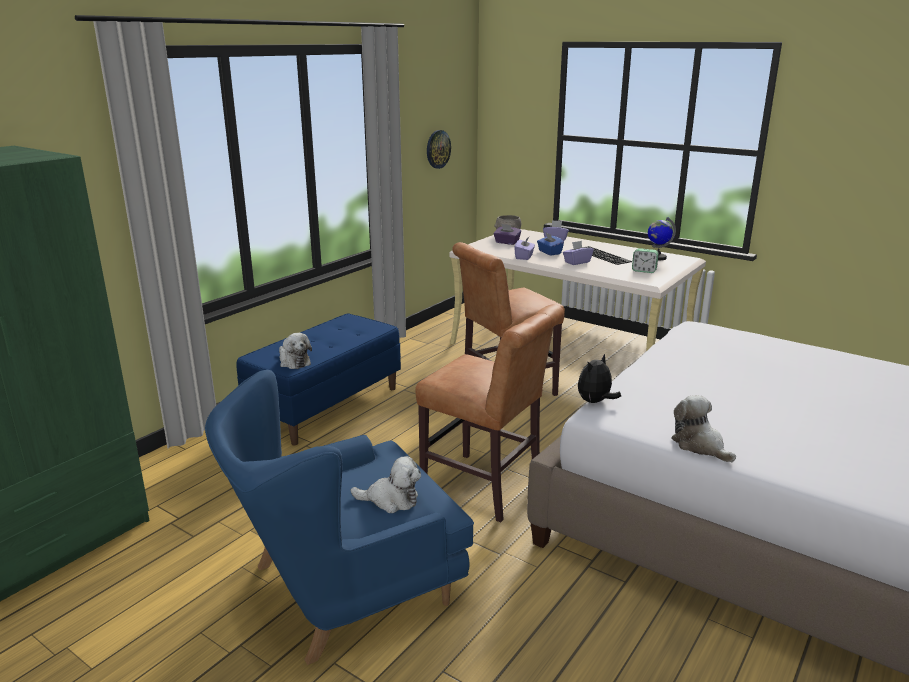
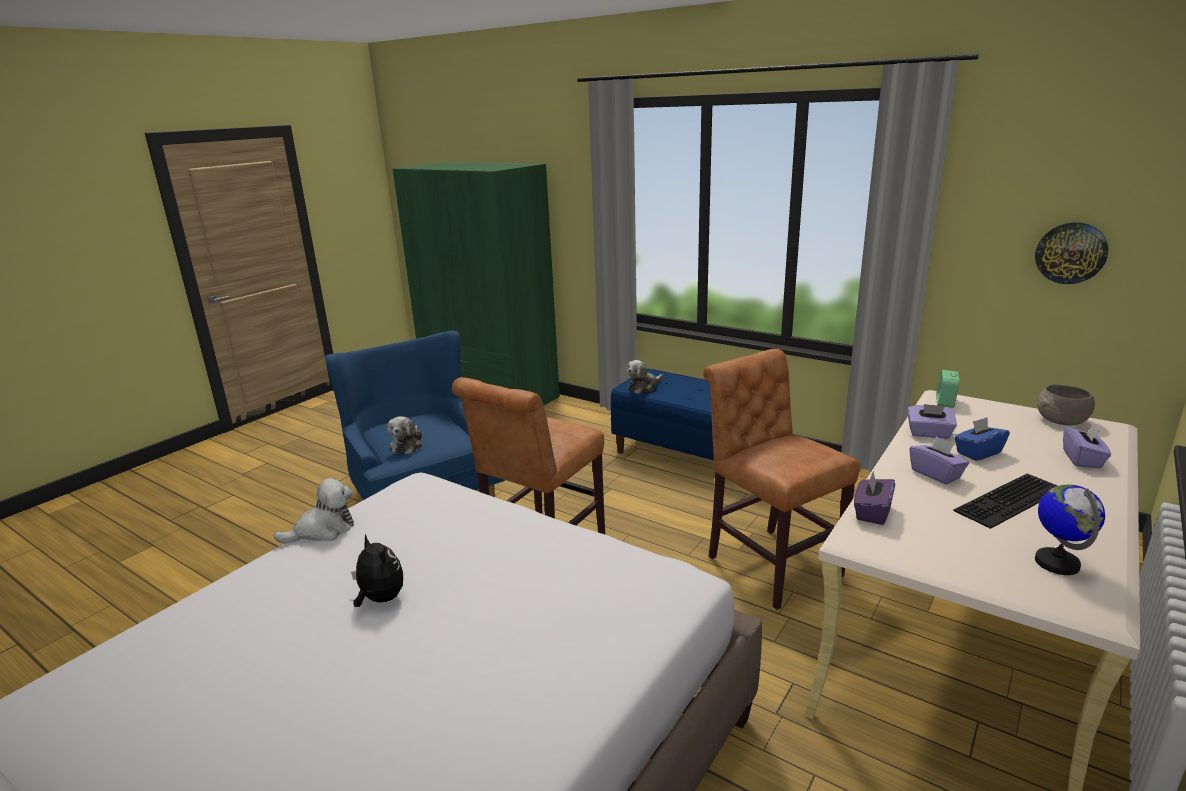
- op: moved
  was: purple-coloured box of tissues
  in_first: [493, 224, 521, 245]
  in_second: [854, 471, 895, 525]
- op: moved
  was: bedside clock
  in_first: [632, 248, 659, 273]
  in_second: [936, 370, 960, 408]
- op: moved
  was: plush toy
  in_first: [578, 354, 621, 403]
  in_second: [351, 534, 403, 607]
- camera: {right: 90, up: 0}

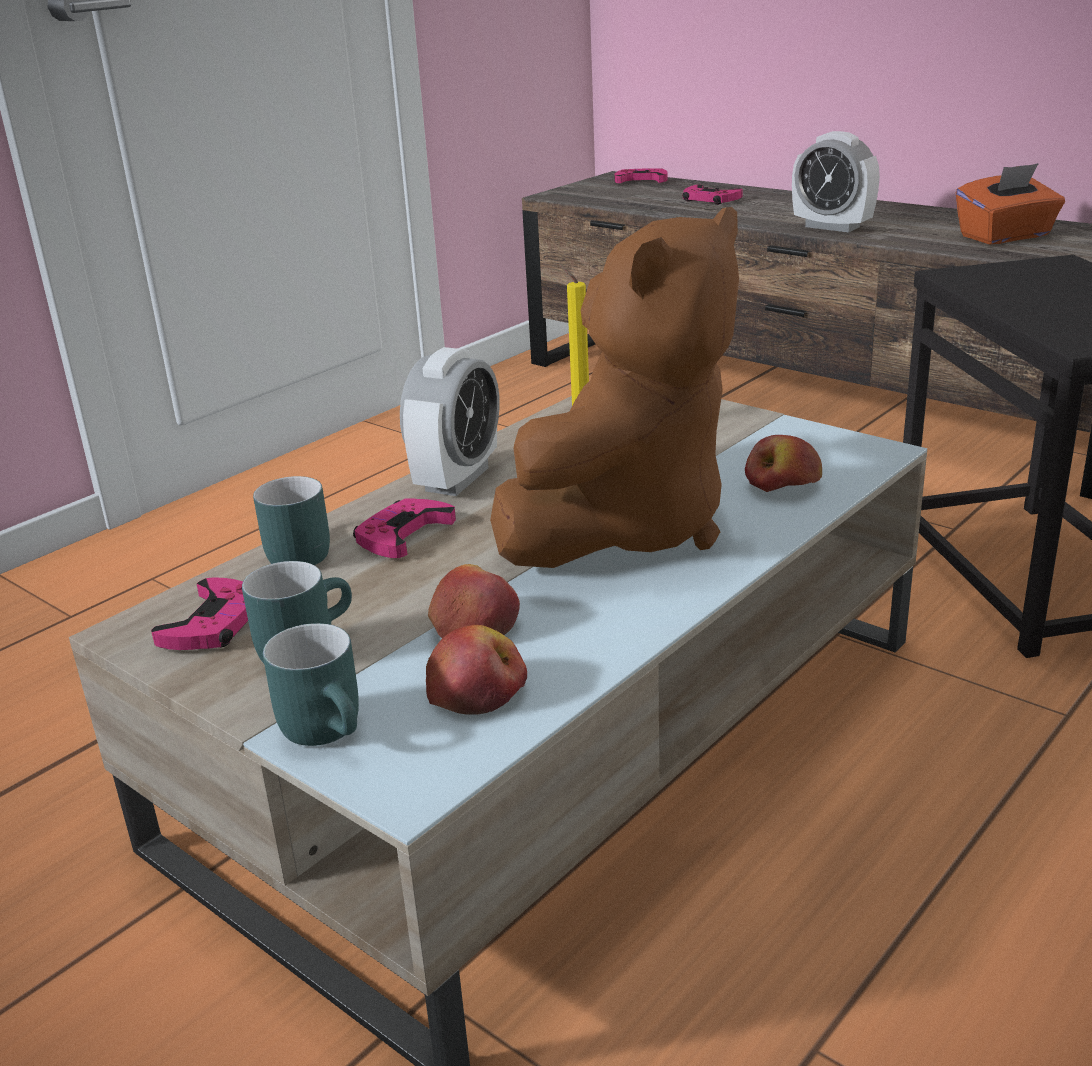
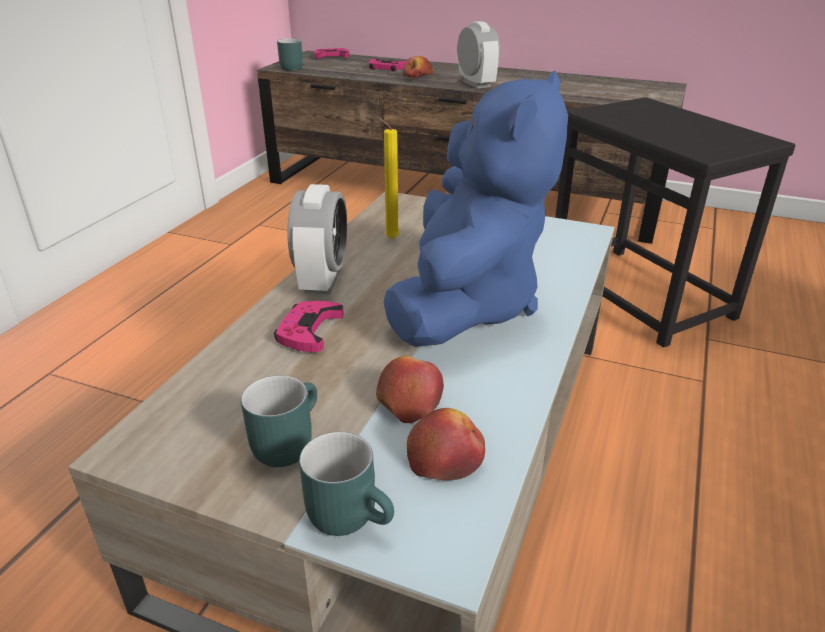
- op: turned
  was: bedside clock
  in_first: [792, 131, 880, 232]
  in_second: [457, 21, 500, 89]
  clockwise: -135
- op: removed
  was: orange box of tissues
  in_first: [956, 163, 1065, 244]
- op: recoloured
  was: brown-coloured plush toy
  now: bluish plush toy
  in_first: [490, 207, 739, 568]
  in_second: [383, 71, 568, 347]
- op: moved
  was: apple fruit
  in_first: [745, 435, 822, 492]
  in_second: [403, 56, 433, 79]
- op: moved
  was: turquoise-coloured tea mug
  in_first: [253, 476, 330, 565]
  in_second: [277, 38, 303, 71]
- op: removed
  was: pinkish gamepad
  in_first: [151, 577, 248, 650]
- camera: {right: -20, up: 5}

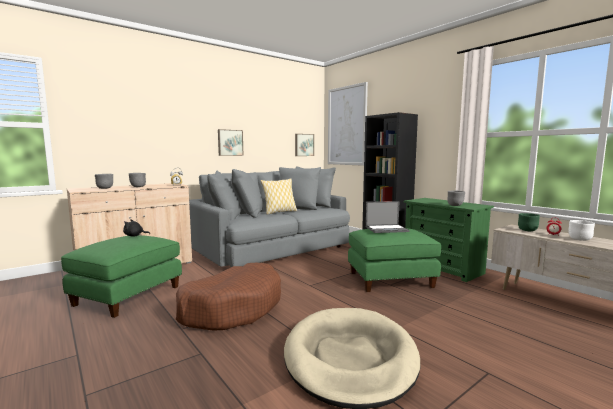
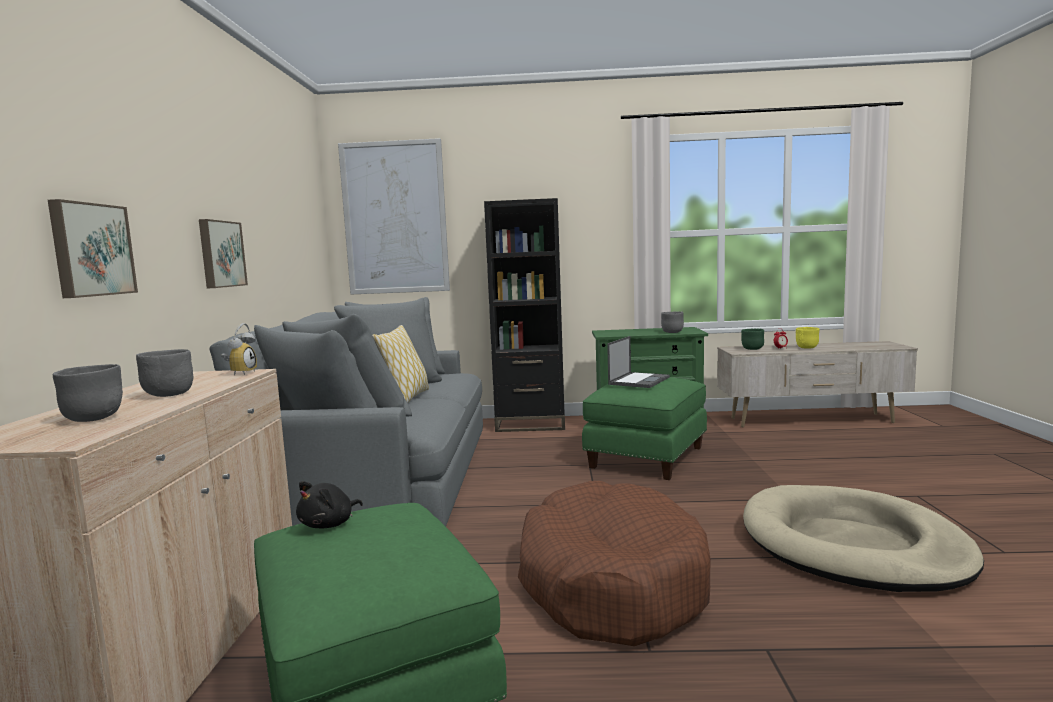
- op: moved
  was: wall picture
  in_first: [295, 134, 314, 156]
  in_second: [48, 199, 138, 298]
- op: recoloured
  was: white-coloured deep dish
  now: yellowish deep dish
  in_first: [569, 220, 595, 241]
  in_second: [796, 327, 819, 348]
- camera: {right: -50, up: 0}

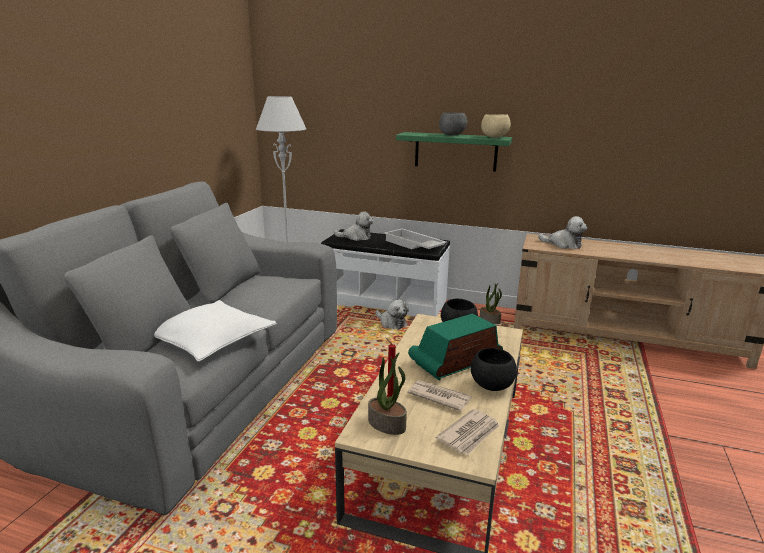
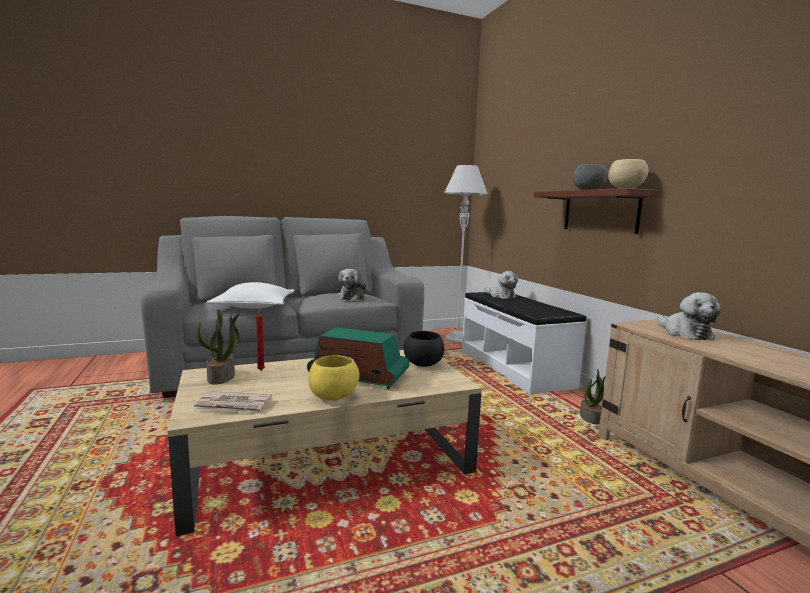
- op: recoloured
  was: greenish shelf
  now: brown-coloured shelf
  in_first: [396, 132, 512, 172]
  in_second: [534, 188, 658, 234]
- op: removed
  was: white-coloured serving tray
  in_first: [384, 229, 447, 249]
- op: moved
  was: plush toy
  in_first: [376, 299, 409, 329]
  in_second: [337, 269, 366, 301]
- op: recoloured
  was: black deep dish
  now: yellowish deep dish
  in_first: [471, 348, 517, 391]
  in_second: [308, 355, 360, 400]
- op: removed
  was: printed paper
  in_first: [407, 380, 472, 411]
- camera: {right: 50, up: -10}

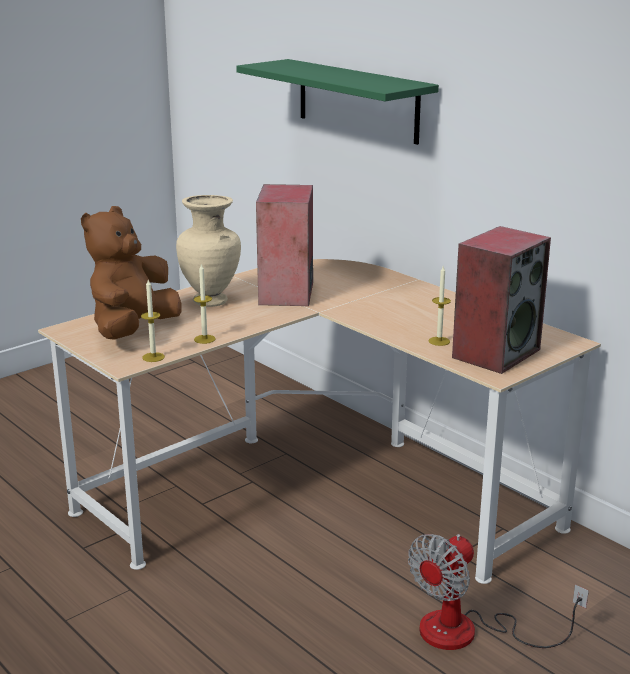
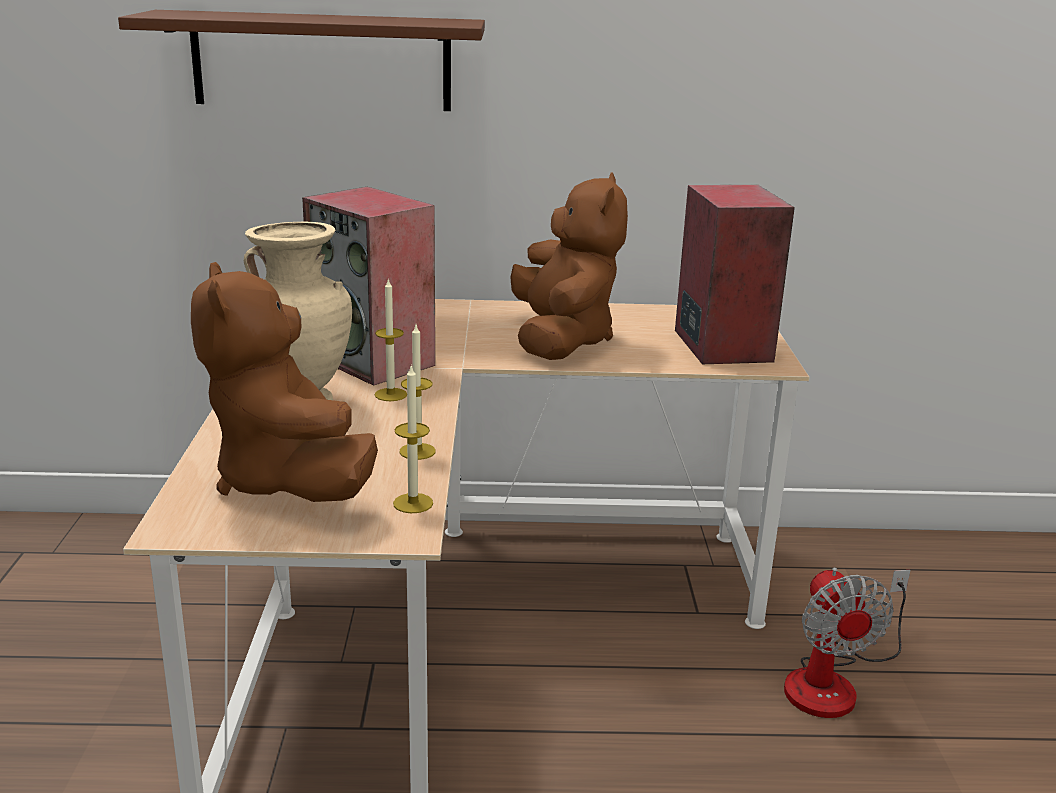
- op: recoloured
  was: greenish shelf
  now: brown-coloured shelf
  in_first: [236, 59, 439, 145]
  in_second: [118, 10, 485, 111]
- op: moved
  was: wax light
  in_first: [429, 266, 451, 346]
  in_second: [375, 278, 407, 401]
- op: added
  now: brown-coloured plush toy
  in_second: [510, 172, 628, 360]
- camera: {right: -50, up: 0}

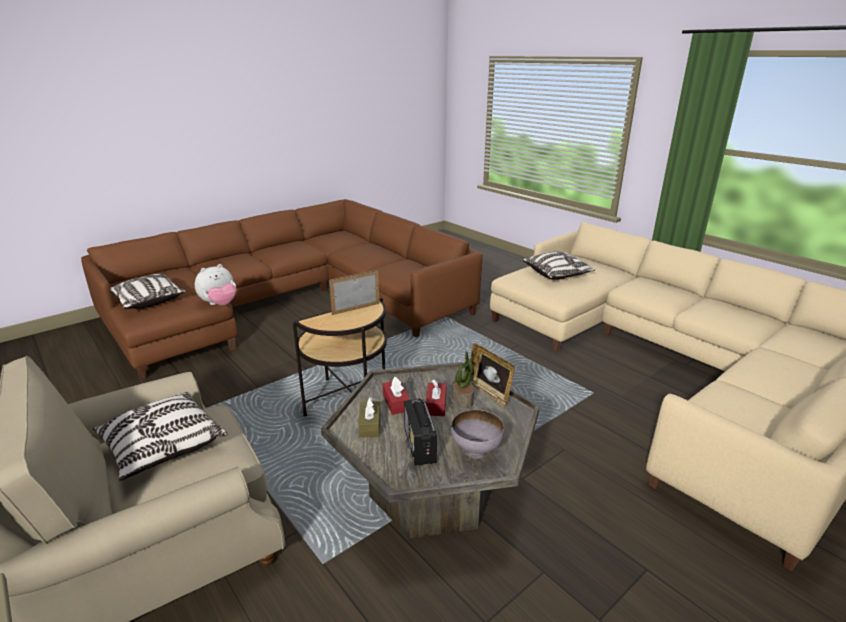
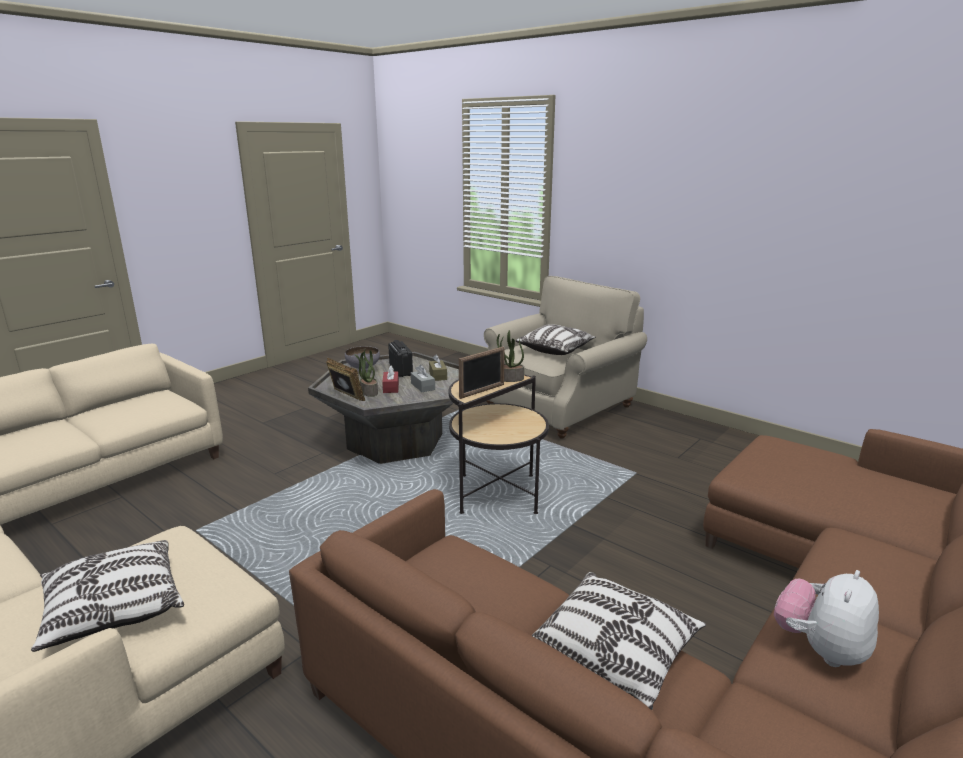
- op: moved
  was: plush toy
  in_first: [195, 264, 237, 305]
  in_second: [774, 570, 879, 667]
- op: moved
  was: pillow
  in_first: [111, 274, 186, 309]
  in_second: [531, 572, 706, 710]
- op: recoloured
  was: red box of tissues
  now: grey box of tissues
  in_first: [383, 377, 410, 415]
  in_second: [411, 365, 435, 392]
- op: added
  now: plant in a pot
  in_second: [497, 330, 524, 382]
- camera: {right: 170, up: -5}

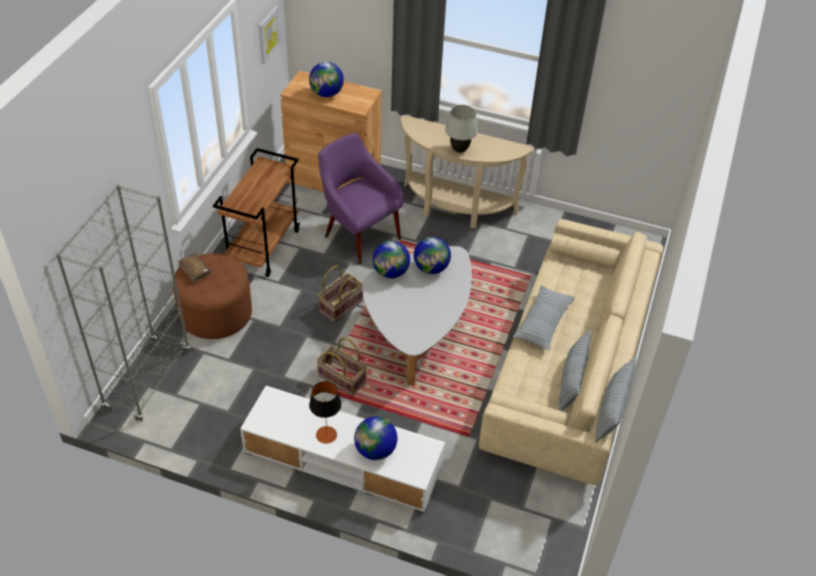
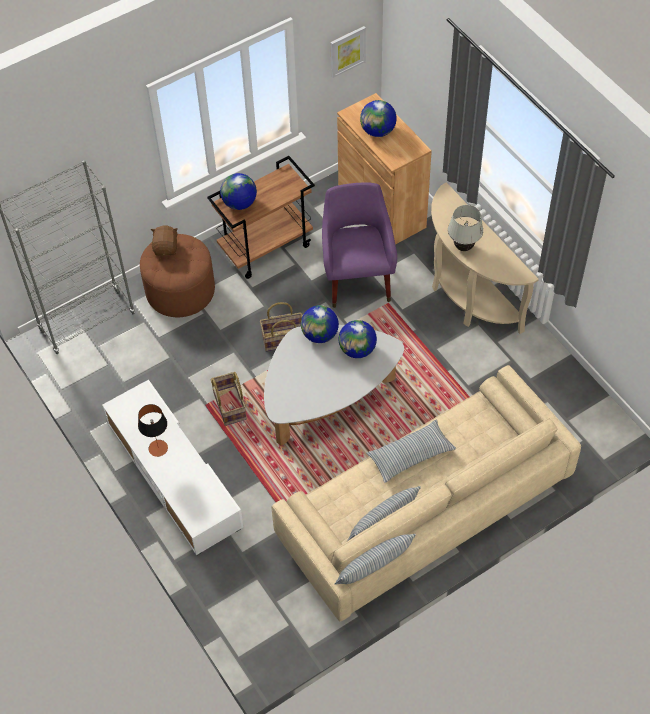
- op: replaced
  was: brown-coloured bound book
  now: brown-coloured plush toy
  in_first: [178, 253, 211, 284]
  in_second: [151, 225, 178, 256]
- op: moved
  was: world globe
  in_first: [354, 416, 397, 460]
  in_second: [220, 173, 257, 210]
- camera: {right: 40, up: 10}

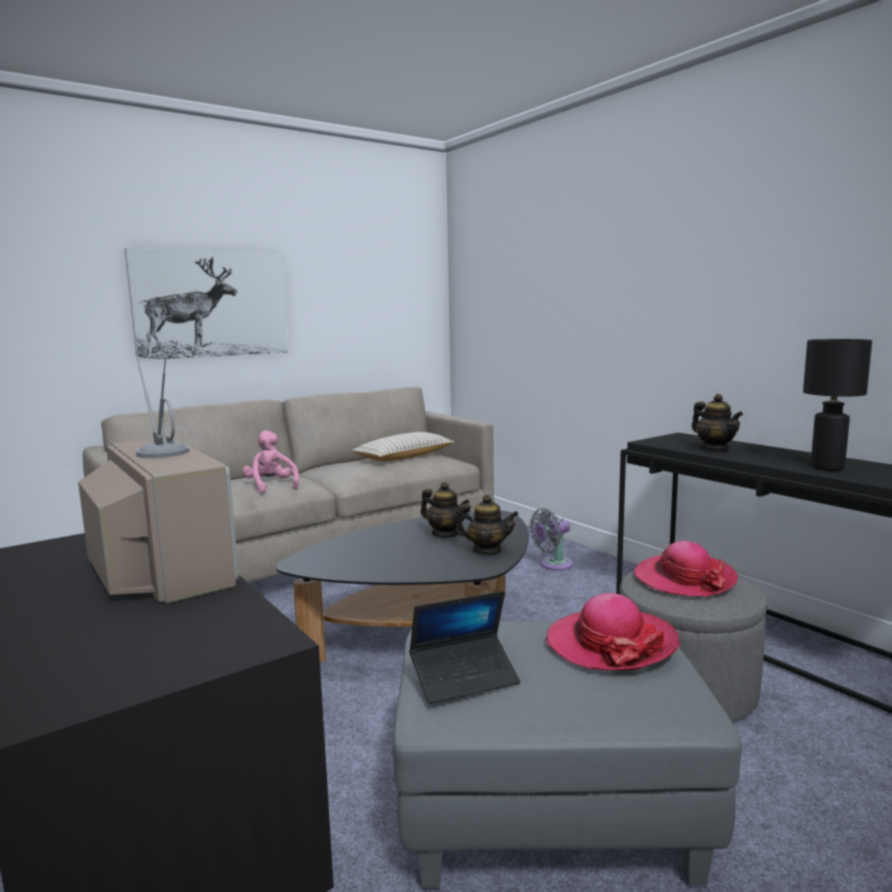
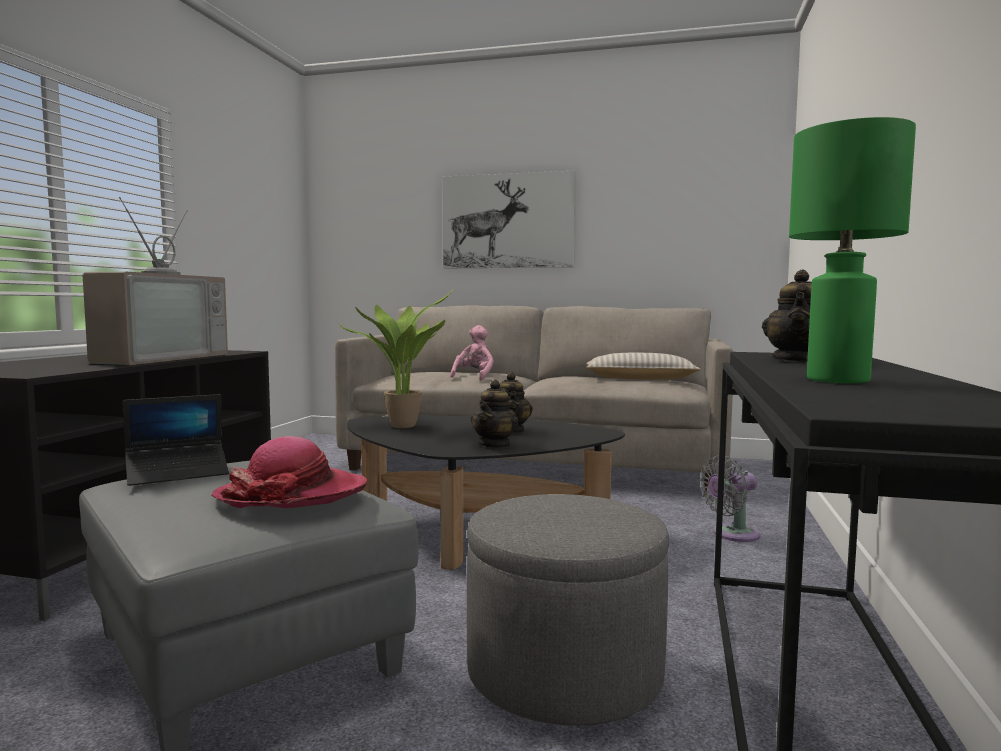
- op: recoloured
  was: black table lamp
  now: greenish table lamp
  in_first: [803, 339, 872, 471]
  in_second: [789, 117, 916, 383]
- op: turned
  was: tea pot
  in_first: [455, 495, 519, 555]
  in_second: [471, 380, 519, 448]
  clockwise: 45
- op: turned
  was: grey fan
  in_first: [530, 508, 573, 571]
  in_second: [700, 455, 760, 542]
  clockwise: -45
- op: removed
  was: wearable hat
  in_first: [634, 541, 738, 597]
- op: turned
  was: portable computer
  in_first: [409, 591, 521, 704]
  in_second: [123, 394, 229, 486]
  clockwise: -60
- op: added
  now: plant in a pot
  in_second: [339, 289, 453, 428]
- camera: {right: 50, up: -5}

